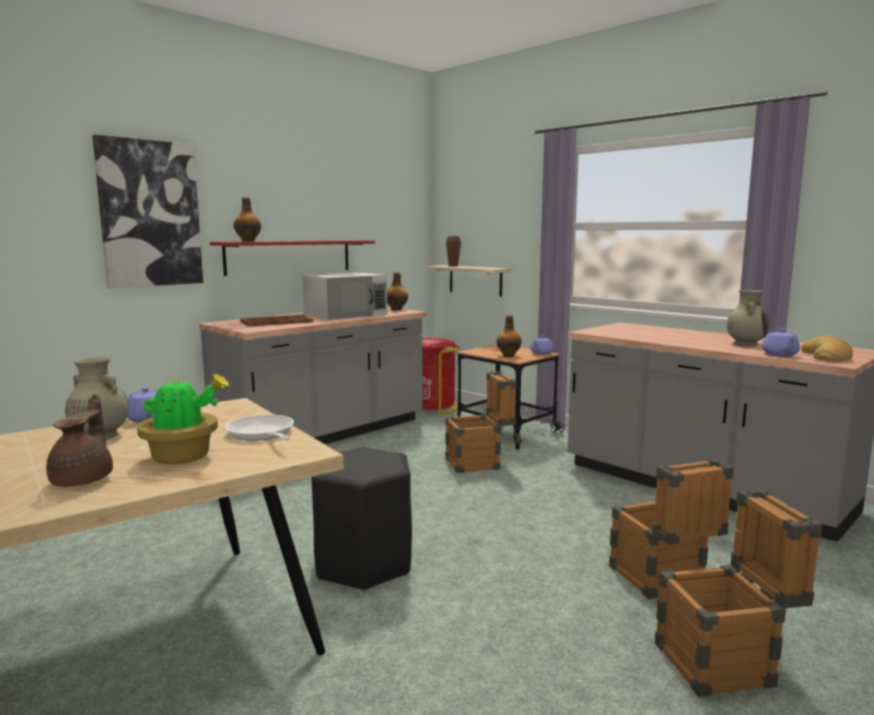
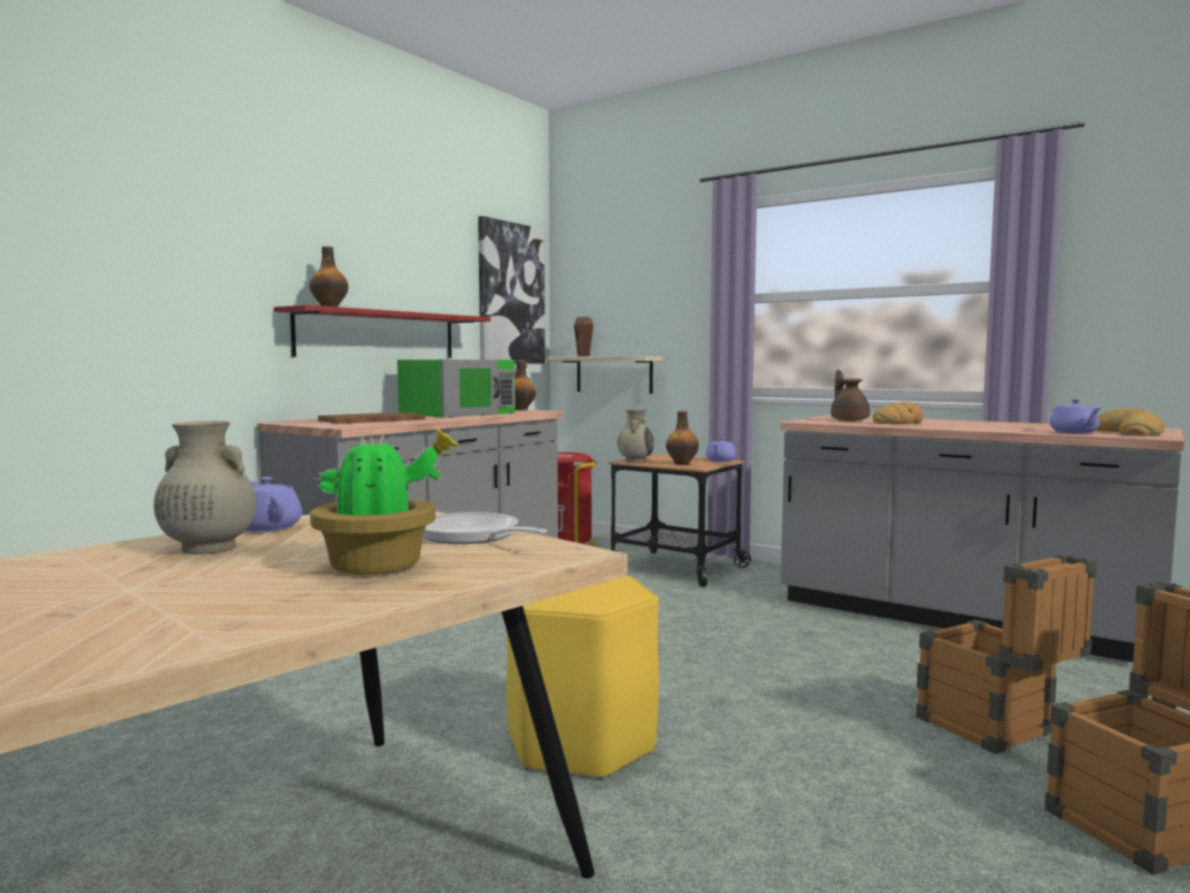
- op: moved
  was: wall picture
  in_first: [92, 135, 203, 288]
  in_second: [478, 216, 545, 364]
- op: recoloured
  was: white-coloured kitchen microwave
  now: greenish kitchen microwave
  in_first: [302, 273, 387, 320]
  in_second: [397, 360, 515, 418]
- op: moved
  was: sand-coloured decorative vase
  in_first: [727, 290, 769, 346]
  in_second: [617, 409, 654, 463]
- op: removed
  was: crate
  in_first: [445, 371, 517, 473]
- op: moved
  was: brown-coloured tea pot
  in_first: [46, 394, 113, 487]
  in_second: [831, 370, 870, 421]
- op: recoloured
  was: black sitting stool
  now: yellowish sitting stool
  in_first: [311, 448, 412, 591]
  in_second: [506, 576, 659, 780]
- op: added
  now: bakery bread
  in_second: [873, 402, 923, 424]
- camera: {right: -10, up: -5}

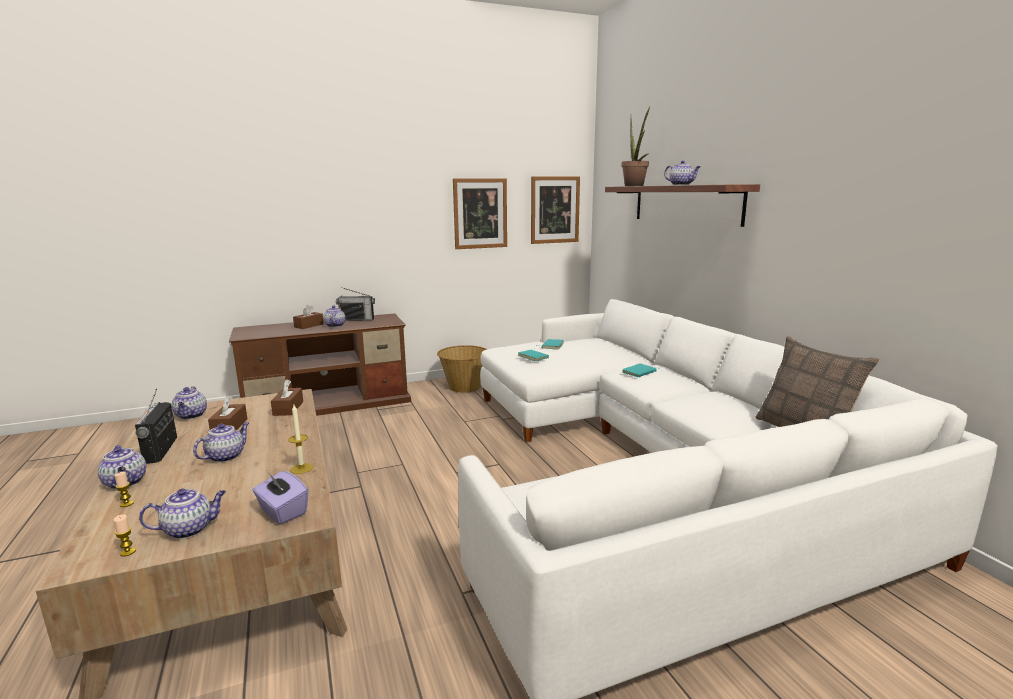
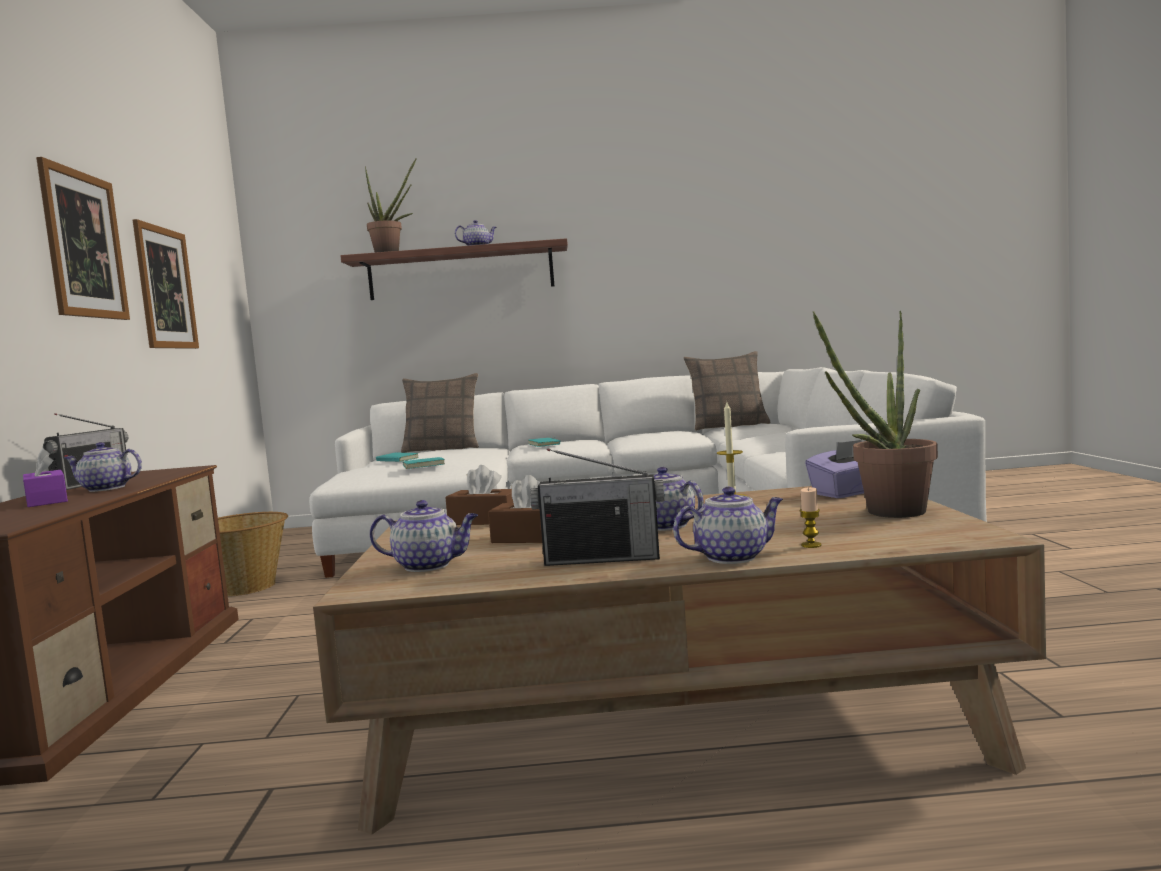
- op: moved
  was: wall picture
  in_first: [531, 176, 580, 244]
  in_second: [36, 157, 130, 320]
- op: recoloured
  was: brown-coloured box of tissues
  now: purple-coloured box of tissues
  in_first: [293, 305, 324, 329]
  in_second: [23, 448, 68, 507]
- op: replaced
  was: tea pot
  now: plant in a pot
  in_first: [139, 489, 226, 539]
  in_second: [813, 311, 938, 518]
- op: removed
  was: wax light
  in_first: [114, 514, 136, 557]
- op: added
  now: pillow
  in_second: [401, 373, 479, 453]
- camera: {right: -70, up: -10}

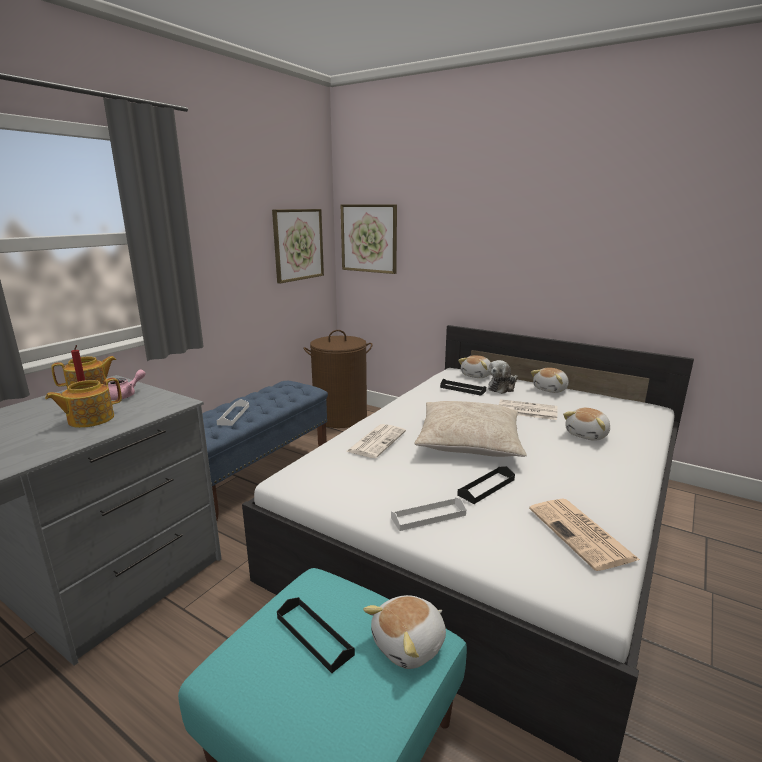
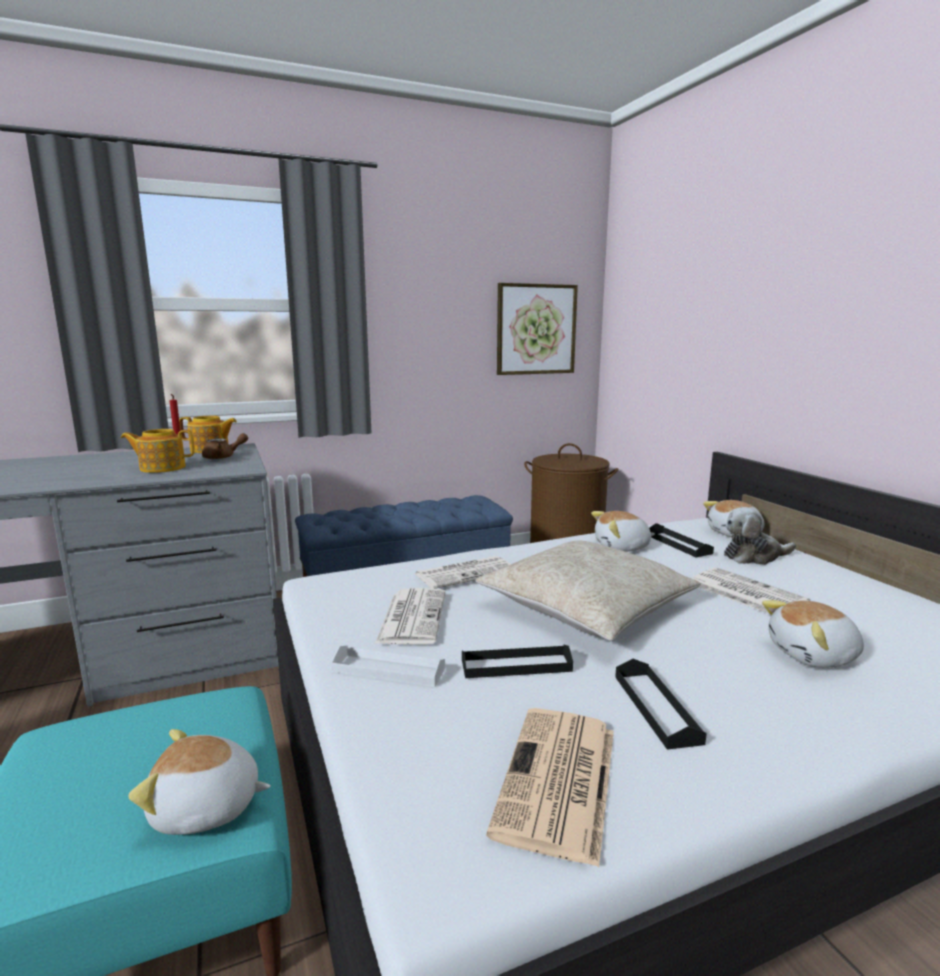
- op: removed
  was: wall picture
  in_first: [341, 204, 397, 274]
- op: moved
  was: plush toy
  in_first: [531, 367, 569, 393]
  in_second: [591, 511, 655, 552]
- op: recoloured
  was: pinkish tea pot
  now: brown-coloured tea pot
  in_first: [108, 370, 146, 400]
  in_second: [202, 433, 248, 459]
- op: removed
  was: white-coloured serving tray
  in_first: [216, 399, 249, 426]
- op: moved
  was: black serving tray
  in_first: [277, 597, 355, 673]
  in_second: [615, 659, 707, 750]
- op: added
  now: printed paper
  in_second: [375, 588, 445, 645]
- camera: {right: 35, up: -5}

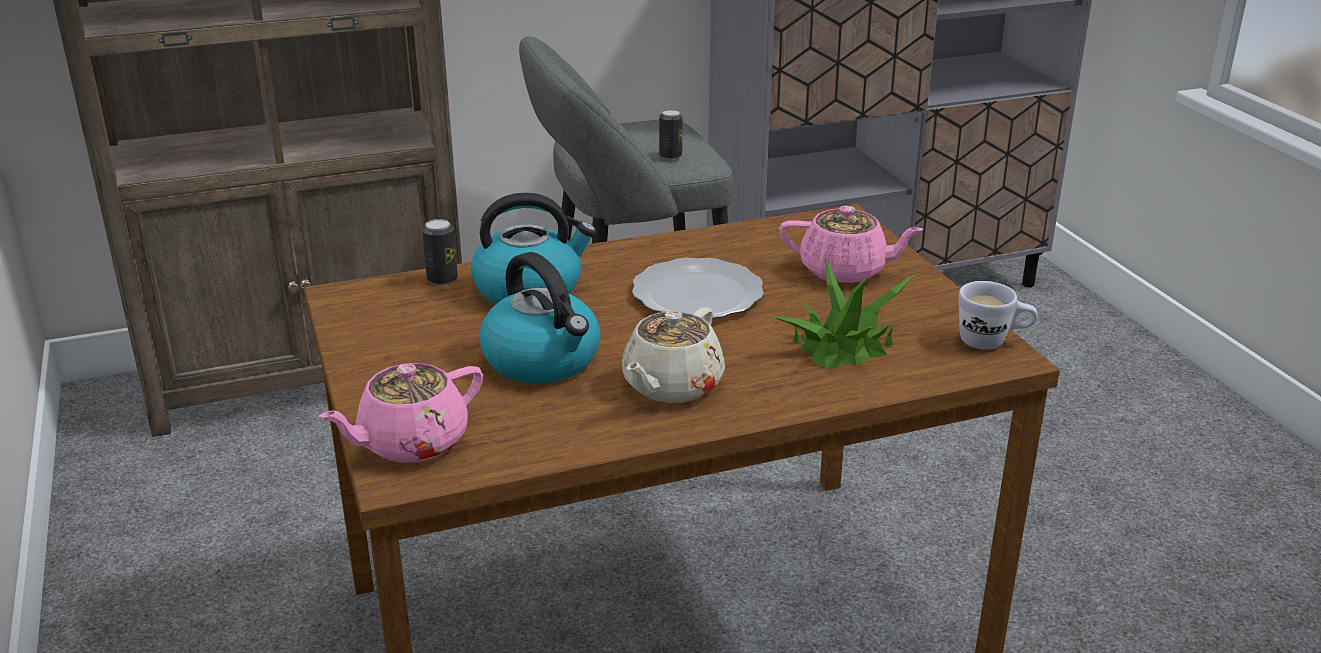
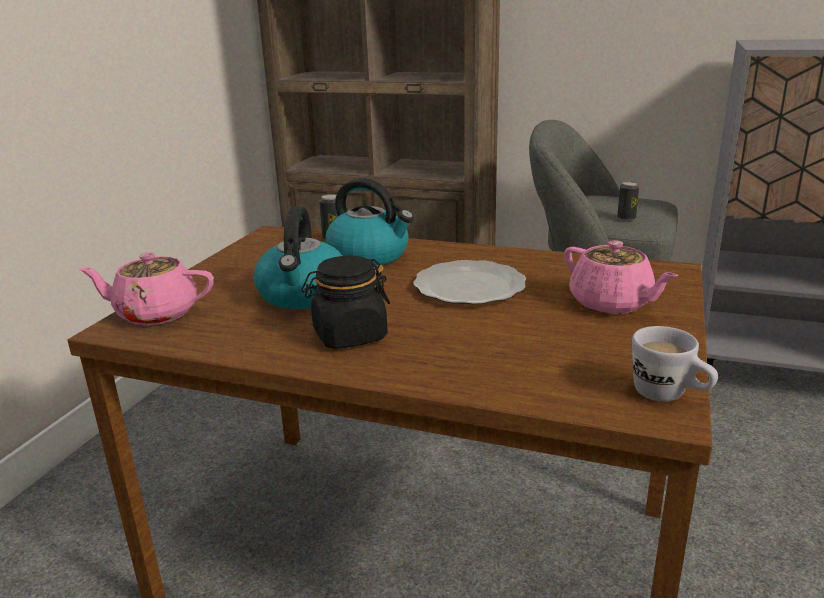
- op: removed
  was: plant in a pot
  in_first: [770, 260, 918, 370]
- op: replaced
  was: sand-coloured tea pot
  now: black jar
  in_first: [622, 308, 725, 403]
  in_second: [301, 256, 390, 349]
- camera: {right: 40, up: -5}

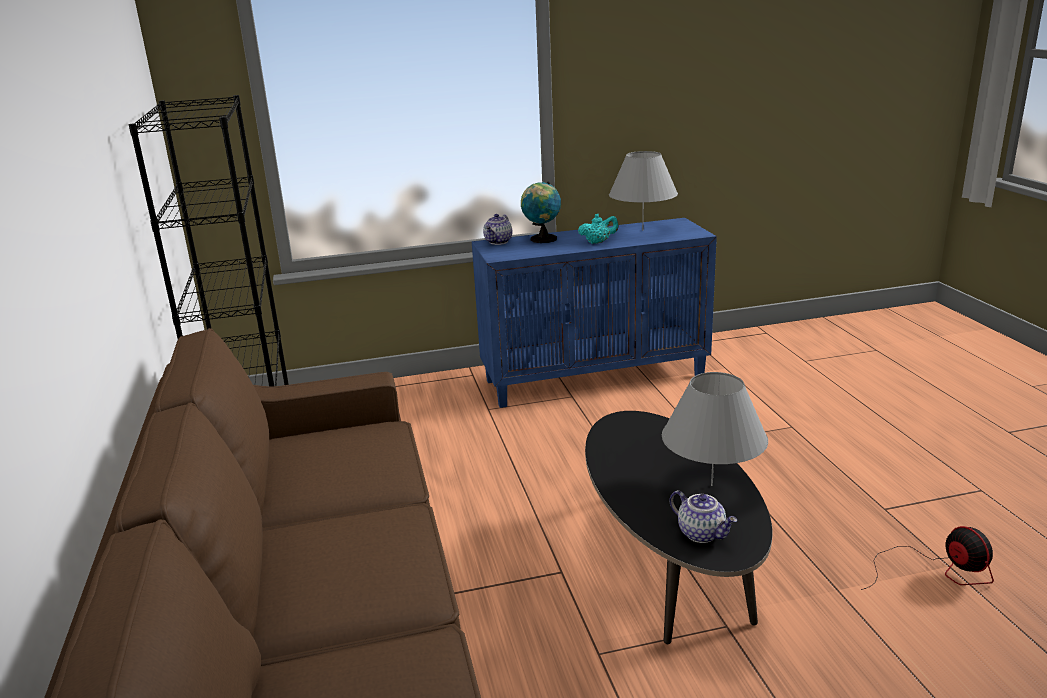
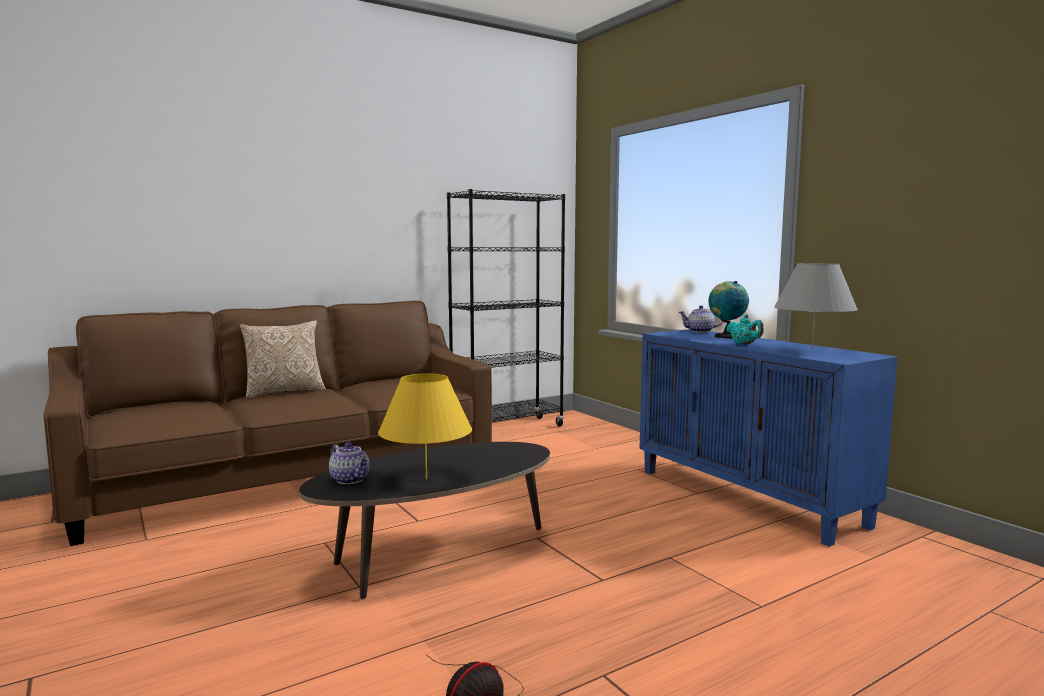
- op: recoloured
  was: grey table lamp
  now: yellowish table lamp
  in_first: [662, 372, 768, 486]
  in_second: [378, 373, 472, 479]
- op: turned
  was: tea pot
  in_first: [669, 490, 737, 543]
  in_second: [329, 442, 370, 484]
  clockwise: -75
- op: added
  now: pillow
  in_second: [240, 320, 326, 398]
- camera: {right: 70, up: -15}

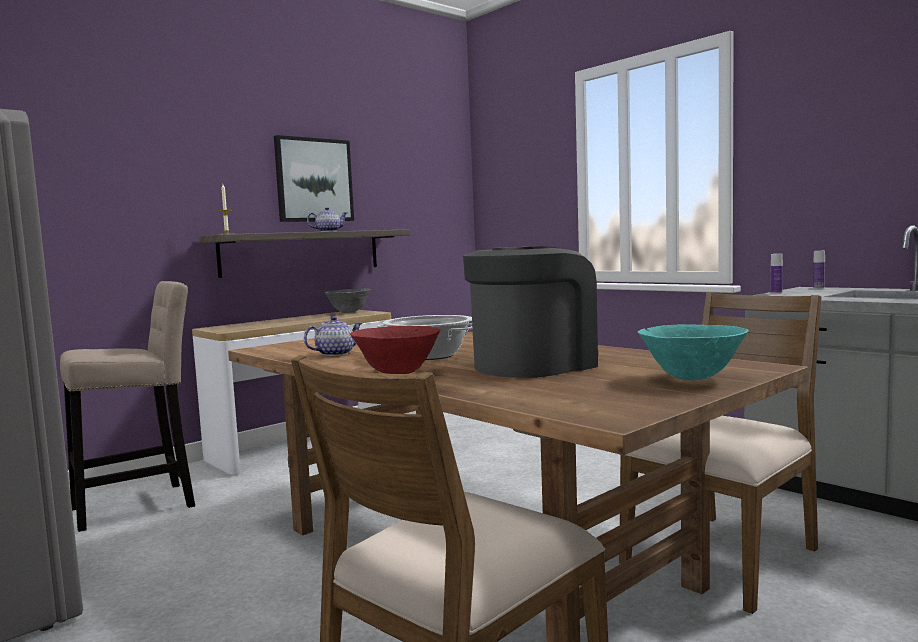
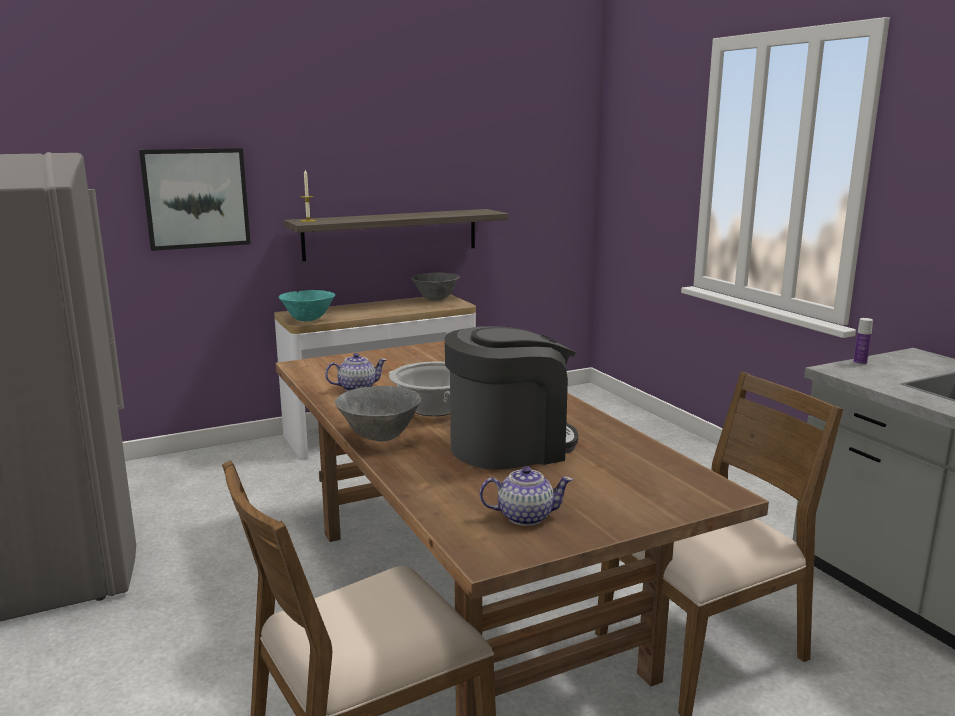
- op: moved
  was: wall picture
  in_first: [274, 135, 354, 222]
  in_second: [139, 148, 251, 251]
- op: moved
  was: tea pot
  in_first: [307, 207, 347, 232]
  in_second: [480, 466, 573, 526]
- op: removed
  was: bottle
  in_first: [813, 251, 825, 289]
- op: removed
  was: sand-coloured sitting stool
  in_first: [60, 281, 195, 532]
- op: moved
  was: turquoise-coloured deep dish
  in_first: [638, 324, 749, 380]
  in_second: [279, 290, 335, 321]
- op: recoloured
  was: red deep dish
  now: grey deep dish
  in_first: [350, 326, 440, 374]
  in_second: [335, 386, 421, 441]
- camera: {right: 15, up: 10}

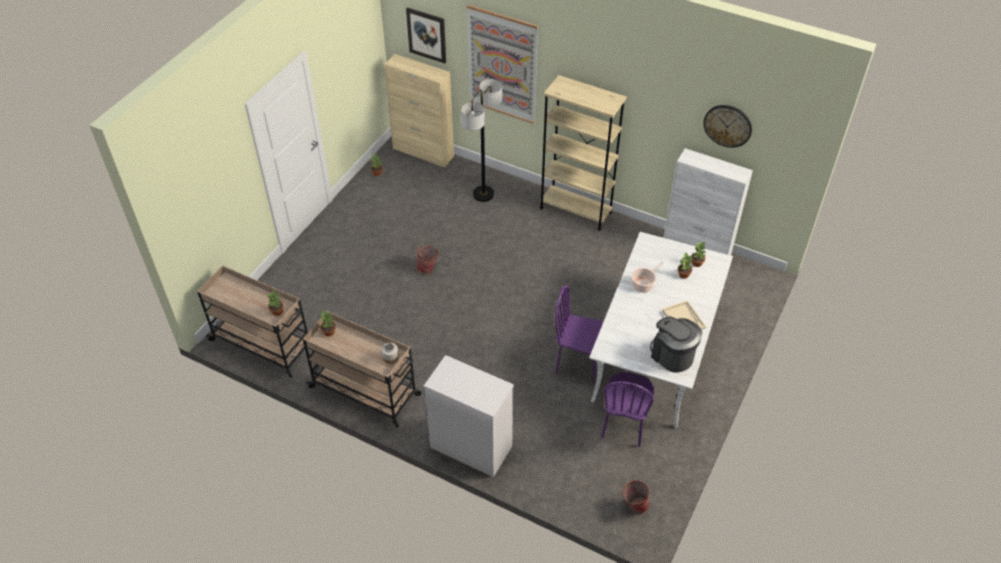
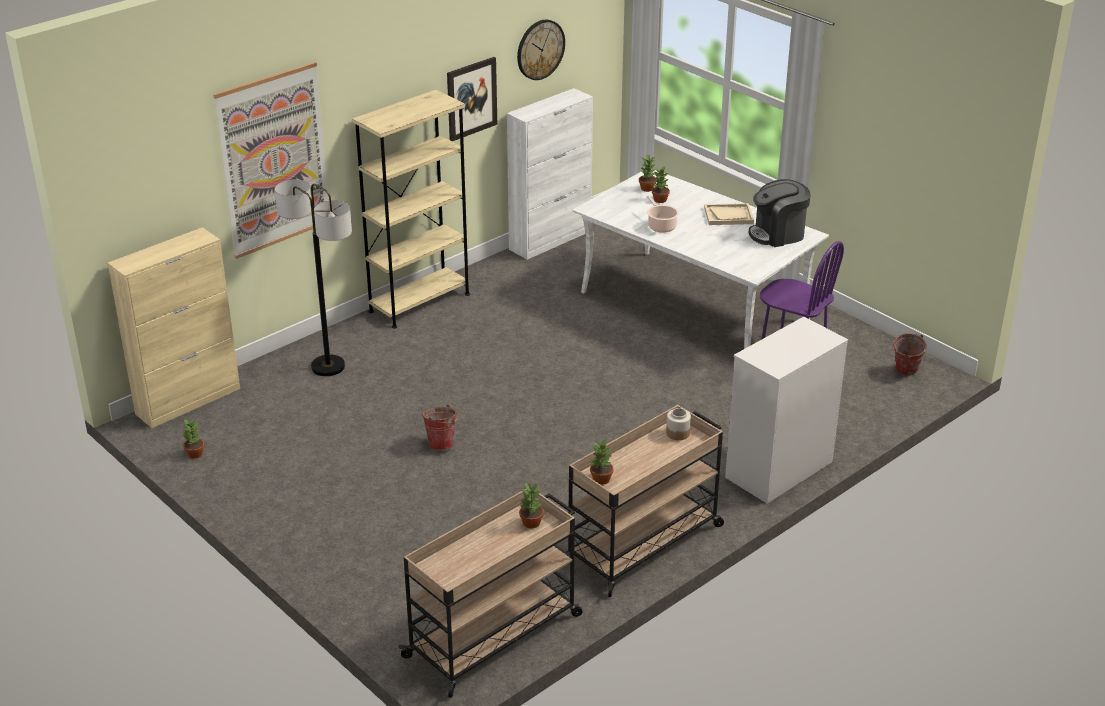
- op: moved
  was: wall picture
  in_first: [406, 7, 446, 63]
  in_second: [447, 57, 497, 141]
- op: removed
  was: purple-coloured upright chair
  in_first: [555, 285, 603, 382]
- camera: {right: -70, up: -15}

